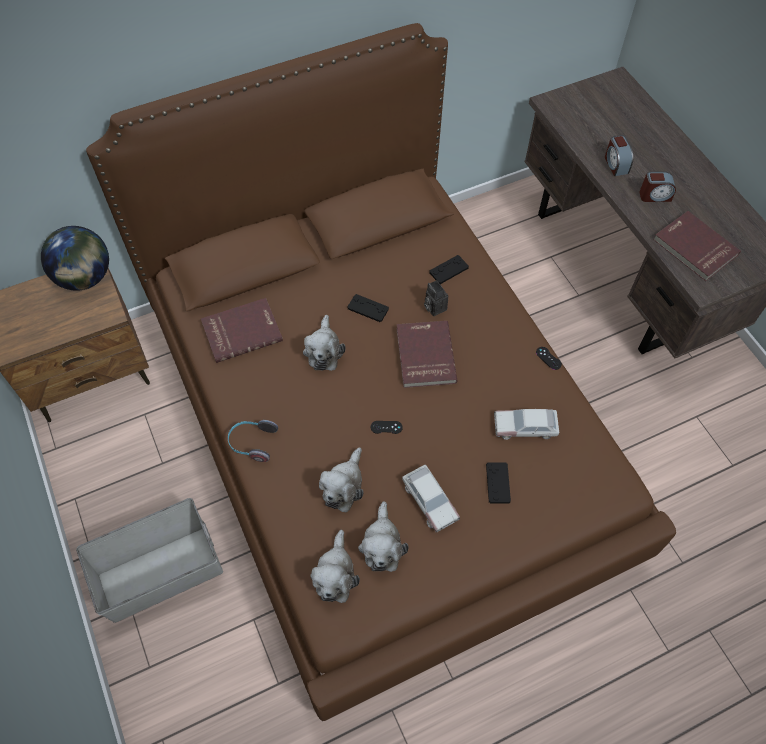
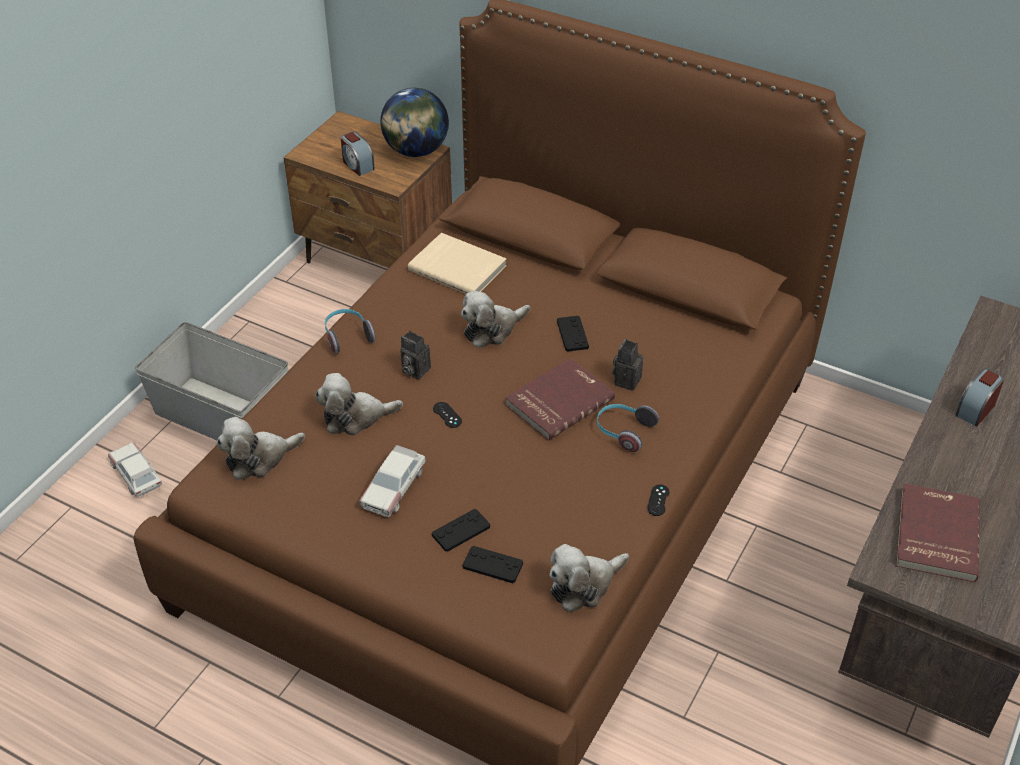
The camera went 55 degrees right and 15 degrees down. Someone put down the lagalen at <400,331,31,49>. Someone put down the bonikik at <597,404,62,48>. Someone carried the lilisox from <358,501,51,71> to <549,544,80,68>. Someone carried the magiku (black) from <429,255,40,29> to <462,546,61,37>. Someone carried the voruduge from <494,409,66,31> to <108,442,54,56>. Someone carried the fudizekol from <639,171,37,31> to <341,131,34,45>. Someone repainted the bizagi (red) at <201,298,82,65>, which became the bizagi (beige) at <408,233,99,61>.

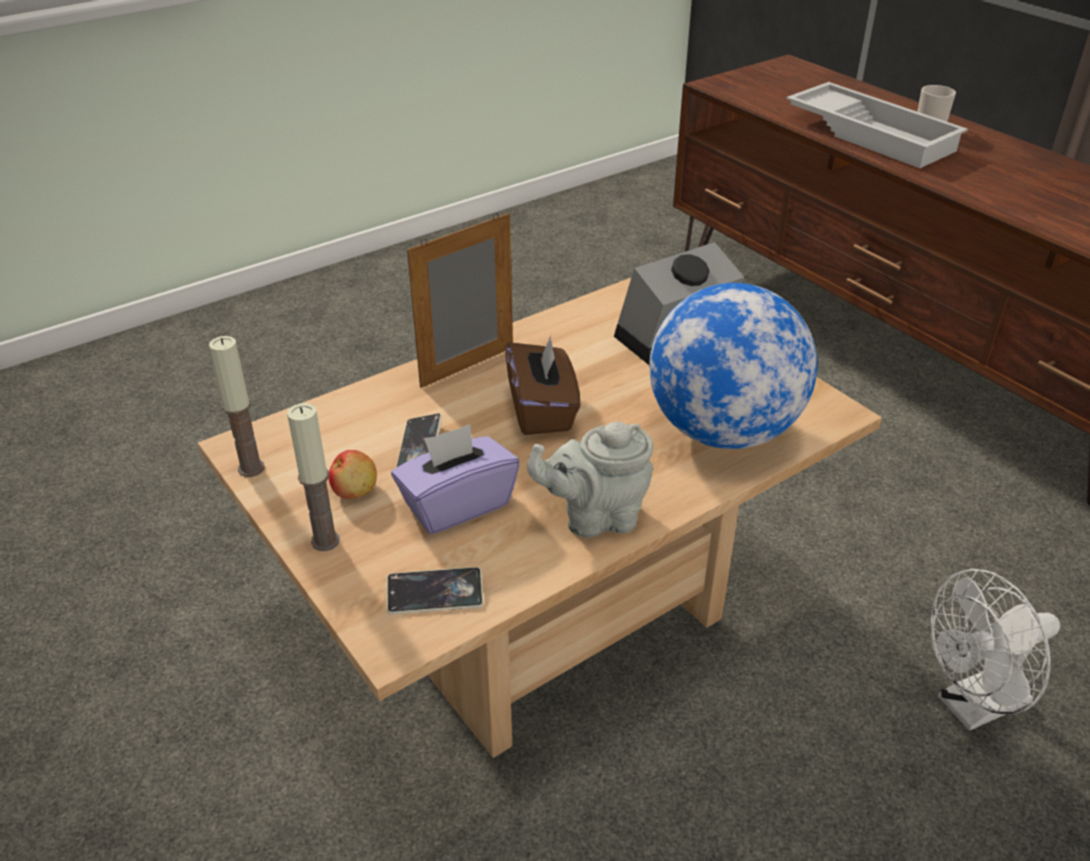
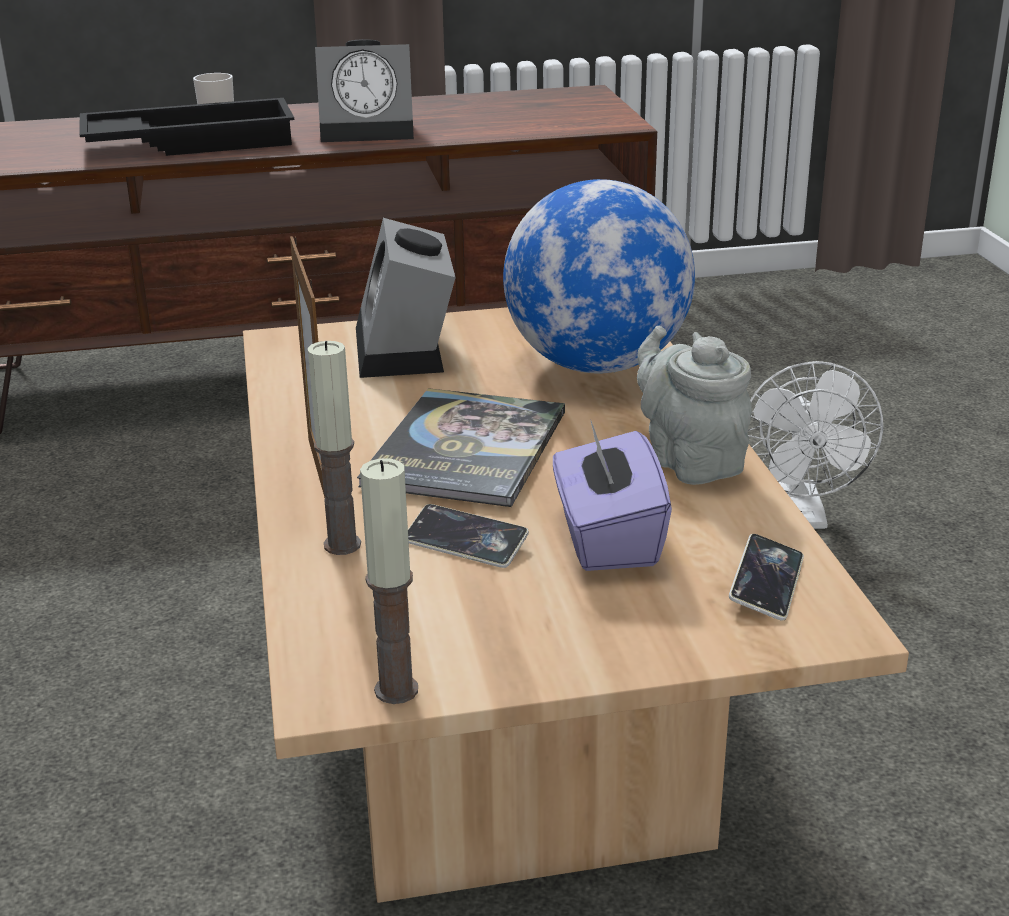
The camera went 65 degrees left and 10 degrees down. Someone took away the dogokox at <329,450,48,49>. Someone put down the fudizekol at <315,39,99,103>. Someone carried the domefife from <287,403,53,148> to <308,341,53,214>. Someone swapped the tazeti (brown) at <505,335,75,100> for the bizagi at <357,388,208,119>. Someone repainted the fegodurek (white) at <786,82,182,86>, which became the fegodurek (black) at <80,98,214,58>. Someone rotated the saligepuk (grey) at <527,422,126,116> by 135 degrees clockwise.

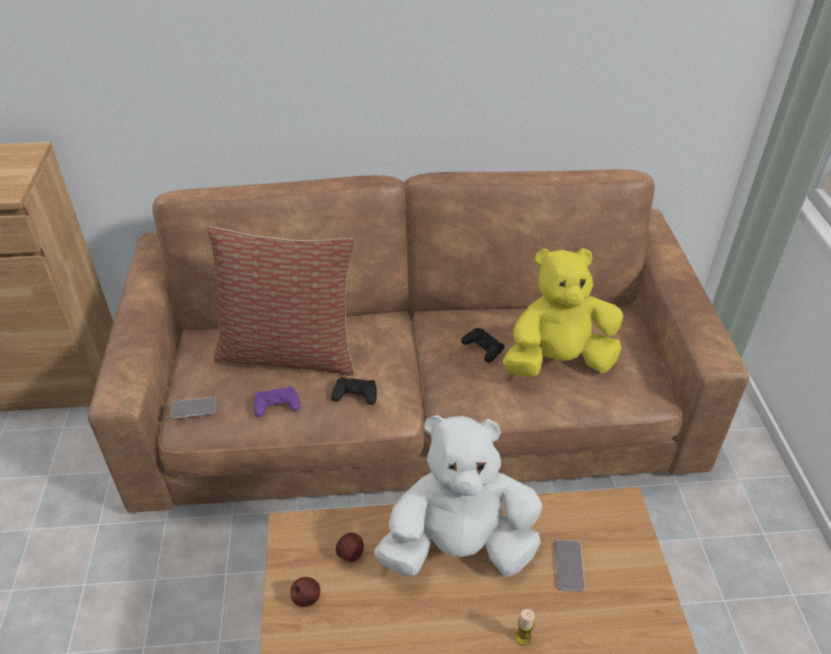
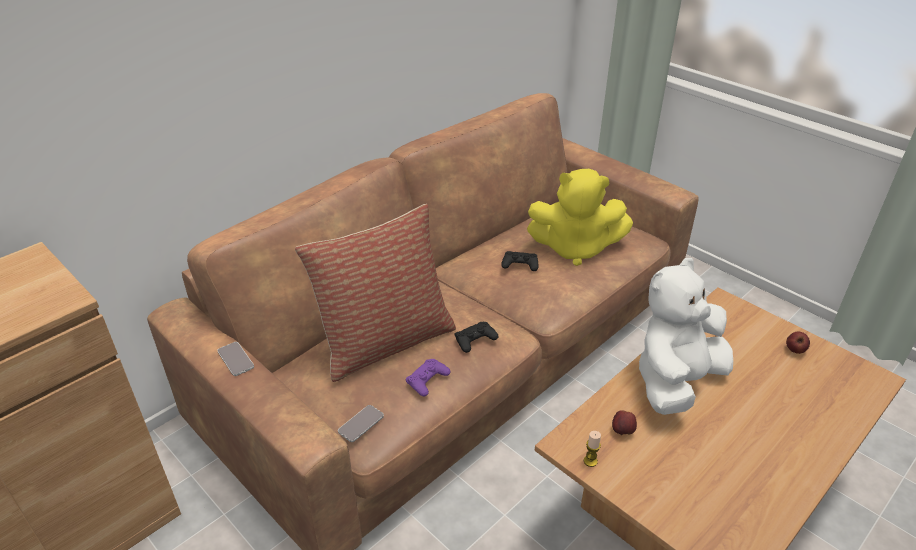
The camera went 40 degrees left and 5 degrees down. Someone carried the dogokox from <291,577,29,30> to <786,332,24,22>. Someone carried the domefife from <515,609,20,37> to <584,431,17,36>. Someone carried the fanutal from <554,540,31,52> to <217,342,37,34>. Someone rotated the lilisox (yellow) at <503,248,120,130> by 120 degrees counterclockwise.

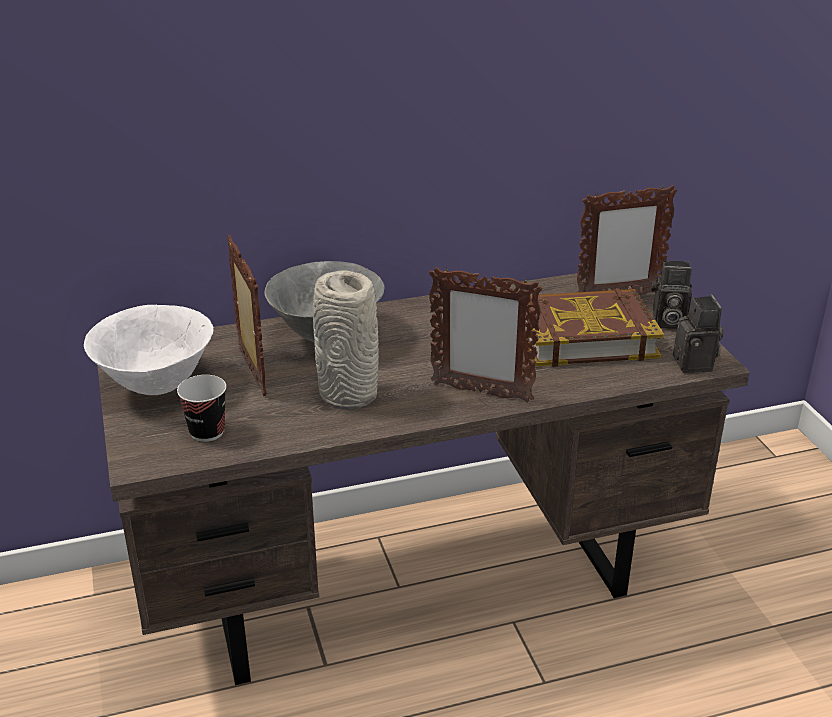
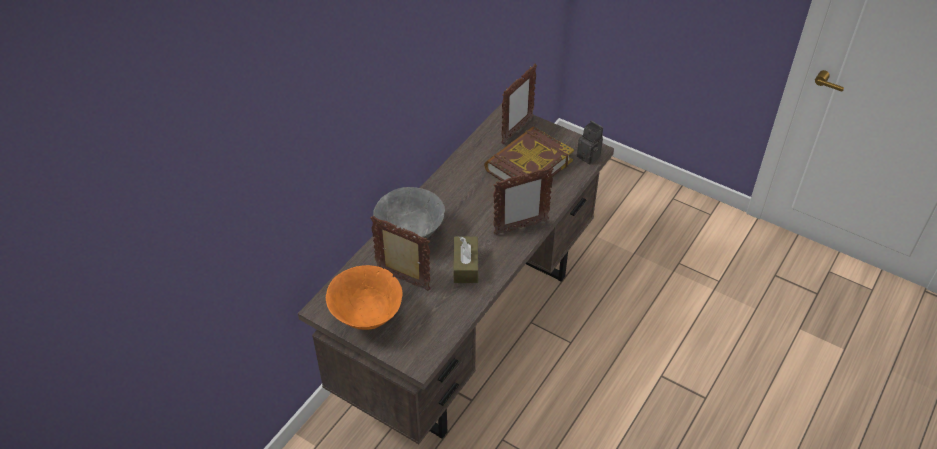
The camera went 40 degrees left and 15 degrees up. Someone took away the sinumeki at <177,375,50,67>. Someone took away the lagalen at <651,261,41,68>. Someone swapped the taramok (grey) at <313,270,66,140> for the tazeti (brown) at <453,236,25,47>. Someone repainted the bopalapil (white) at <84,305,129,90>, which became the bopalapil (orange) at <326,265,77,65>.

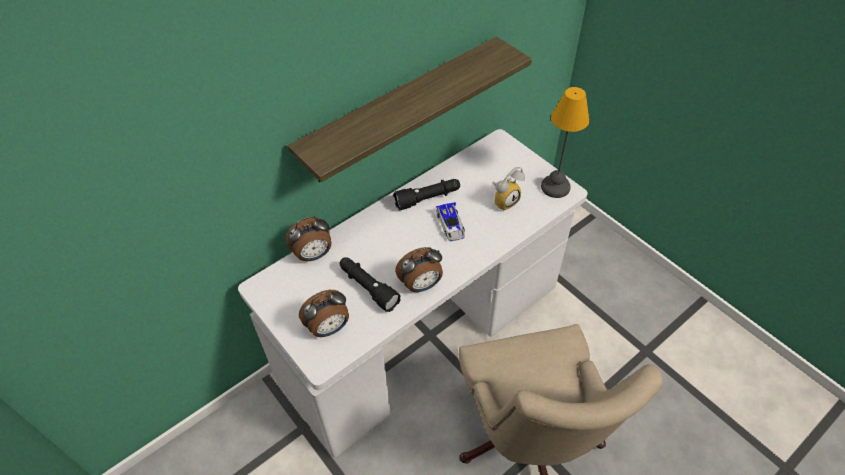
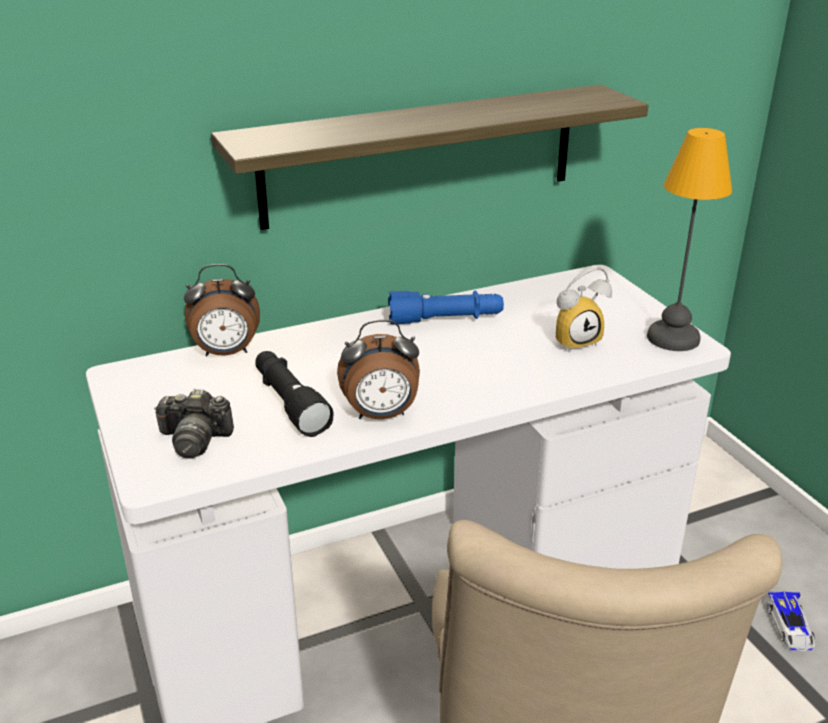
The camera went 15 degrees right and 20 degrees down. Someone carried the voruduge from <436,202,29,39> to <766,592,49,59>. Someone swapped the fudizekol at <299,290,50,47> for the lagalen at <154,389,80,69>. Someone repainted the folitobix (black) at <393,179,67,32>, which became the folitobix (blue) at <388,290,116,34>.

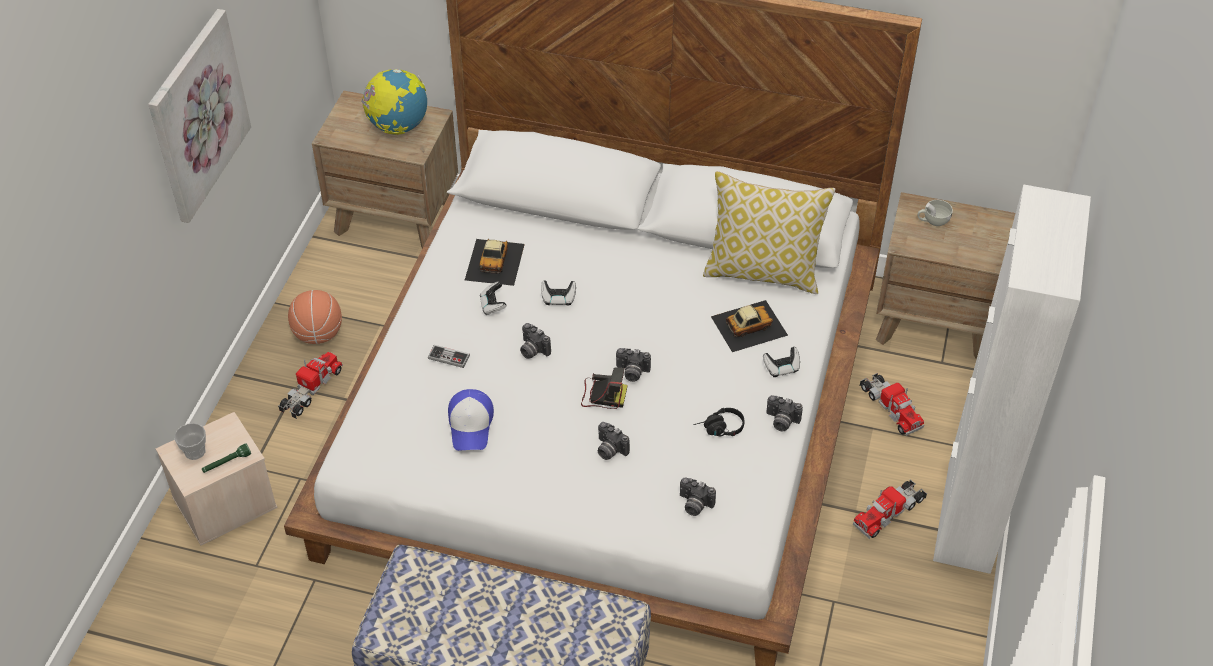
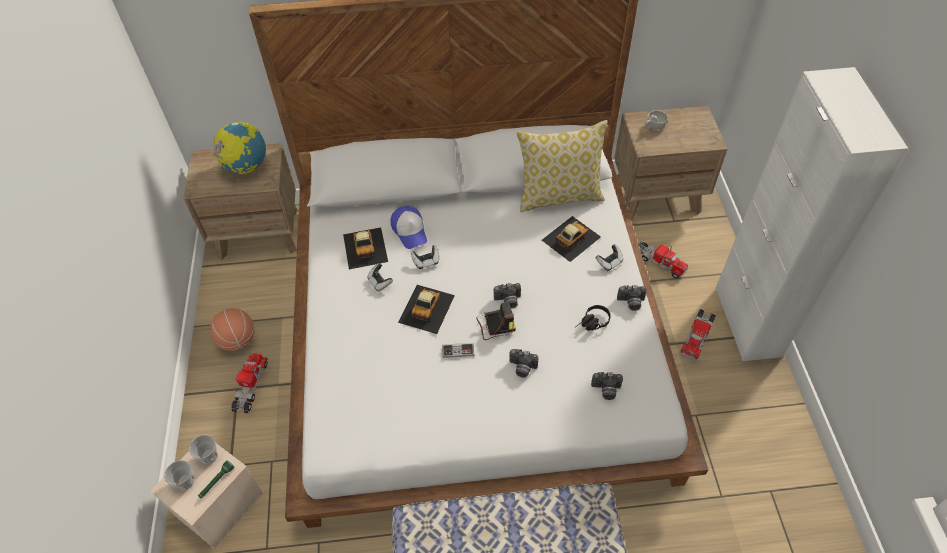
The camera went 20 degrees left and 5 degrees up. Someone took away the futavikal at <148,9,103,214>. Someone put down the sinumeki at <189,435,29,29>. Someone carried the magiku from <428,345,42,23> to <442,343,33,15>. Someone carried the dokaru from <448,389,46,62> to <390,206,37,43>. Someone swapped the lagalen at <520,323,31,36> for the voruduge at <398,285,57,49>.

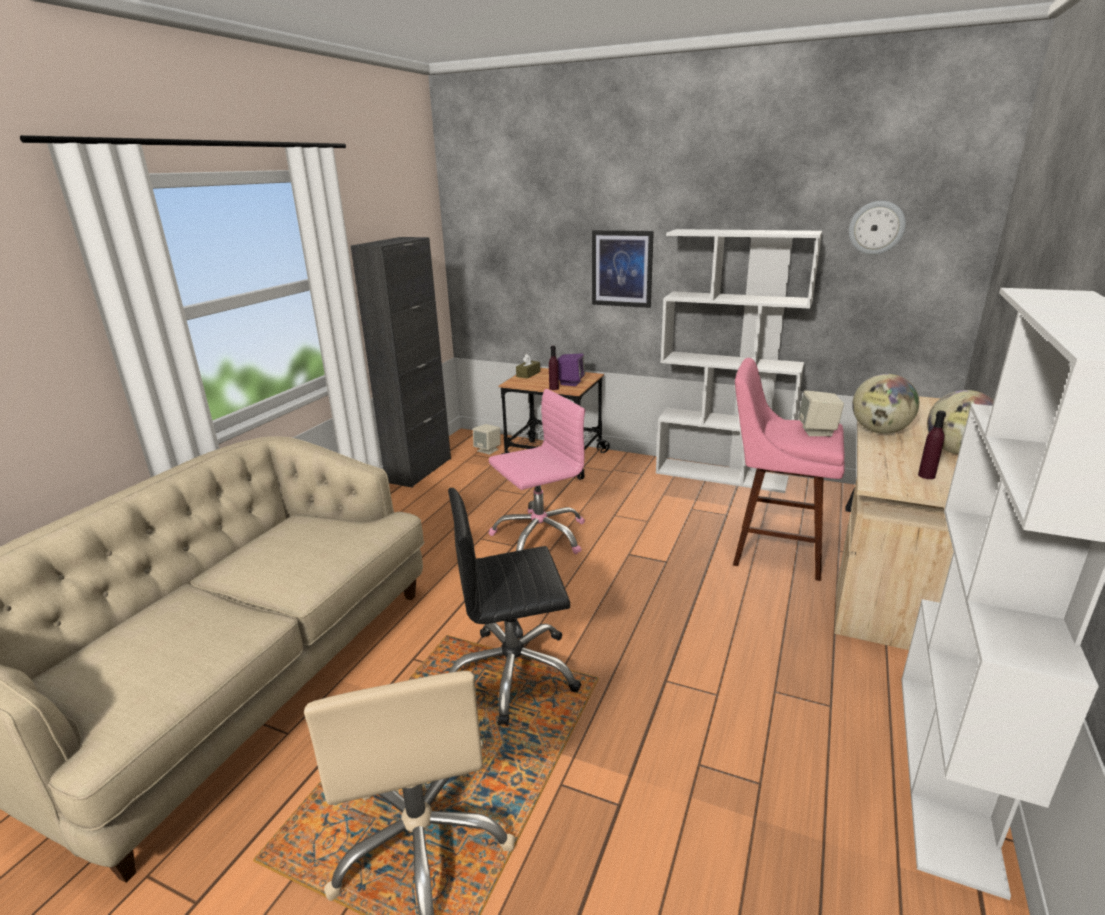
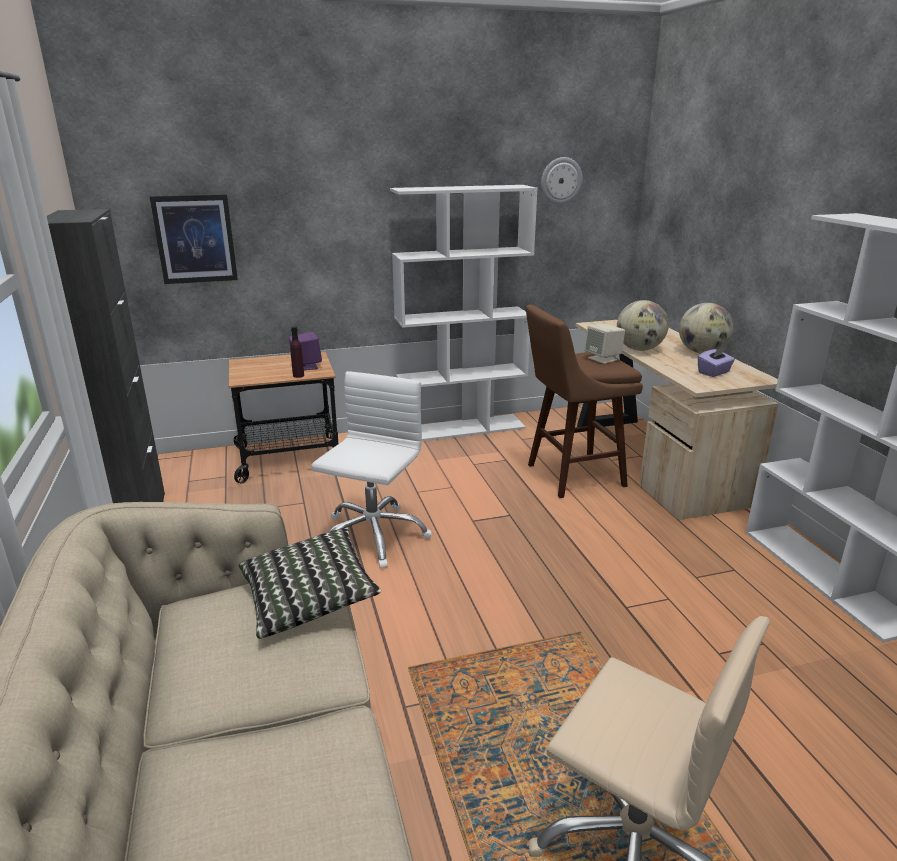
The camera went 40 degrees left and 0 degrees up. Someone took away the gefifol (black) at <448,488,133,238>. Someone took away the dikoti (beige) at <473,424,27,31>. Someone took away the tazeti (brown) at <516,354,24,25>. Someone put down the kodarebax at <239,527,142,112>. Someone carried the futavikal from <592,230,62,78> to <150,194,88,90>. Someone swapped the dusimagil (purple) at <918,411,28,68> for the tazeti (purple) at <698,347,37,30>. Someone repainted the gefifol (pink) at <488,389,97,165>, which became the gefifol (white) at <311,371,121,198>. Someone repainted the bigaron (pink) at <733,358,112,223>, which became the bigaron (brown) at <526,305,117,193>.

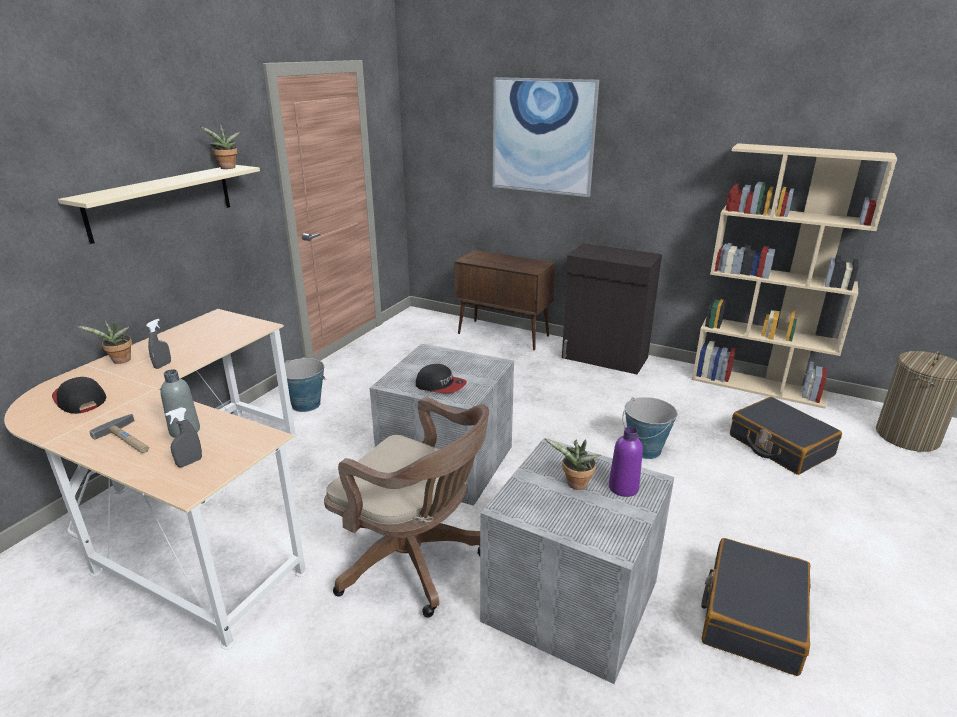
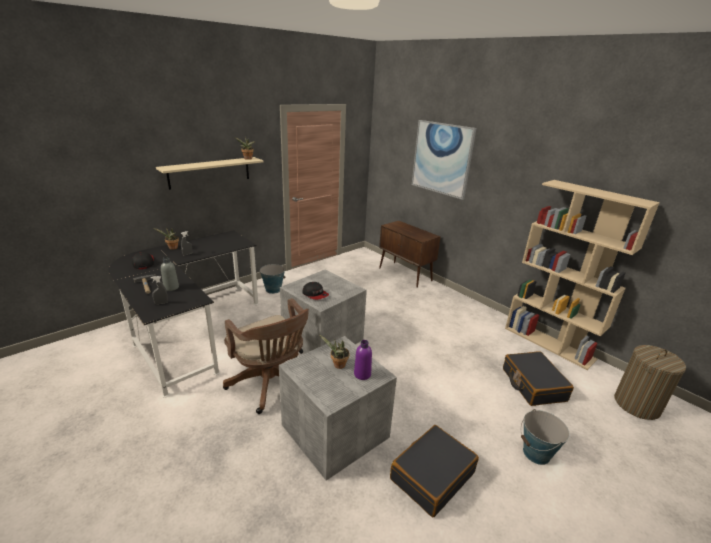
The camera went 20 degrees right and 0 degrees up. Someone took away the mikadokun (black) at <562,243,100,131>. Someone carried the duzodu from <622,397,56,62> to <521,409,49,56>. Someone repainted the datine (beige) at <4,309,304,341>, which became the datine (black) at <108,230,151,167>.

